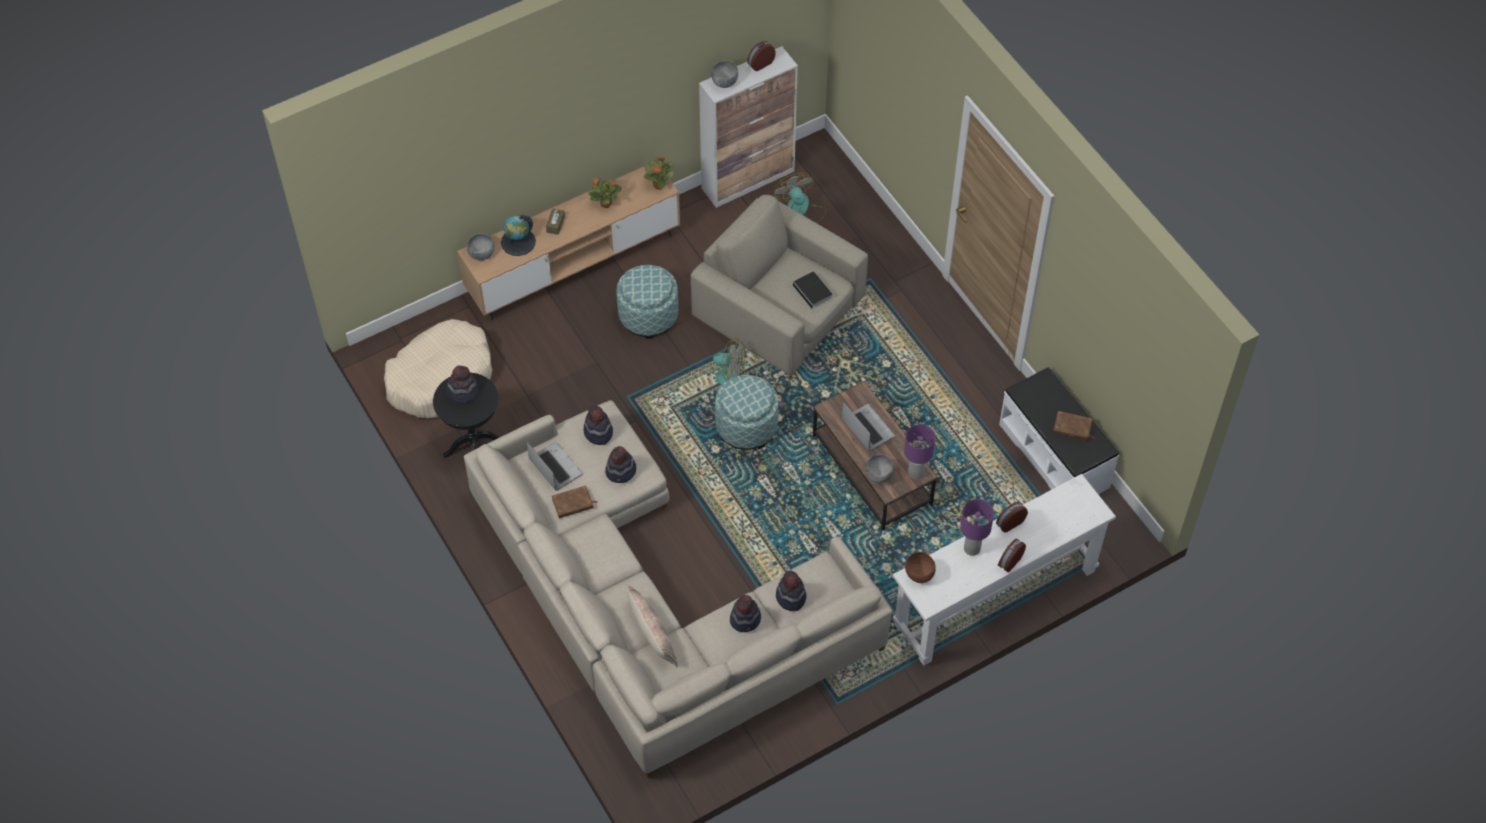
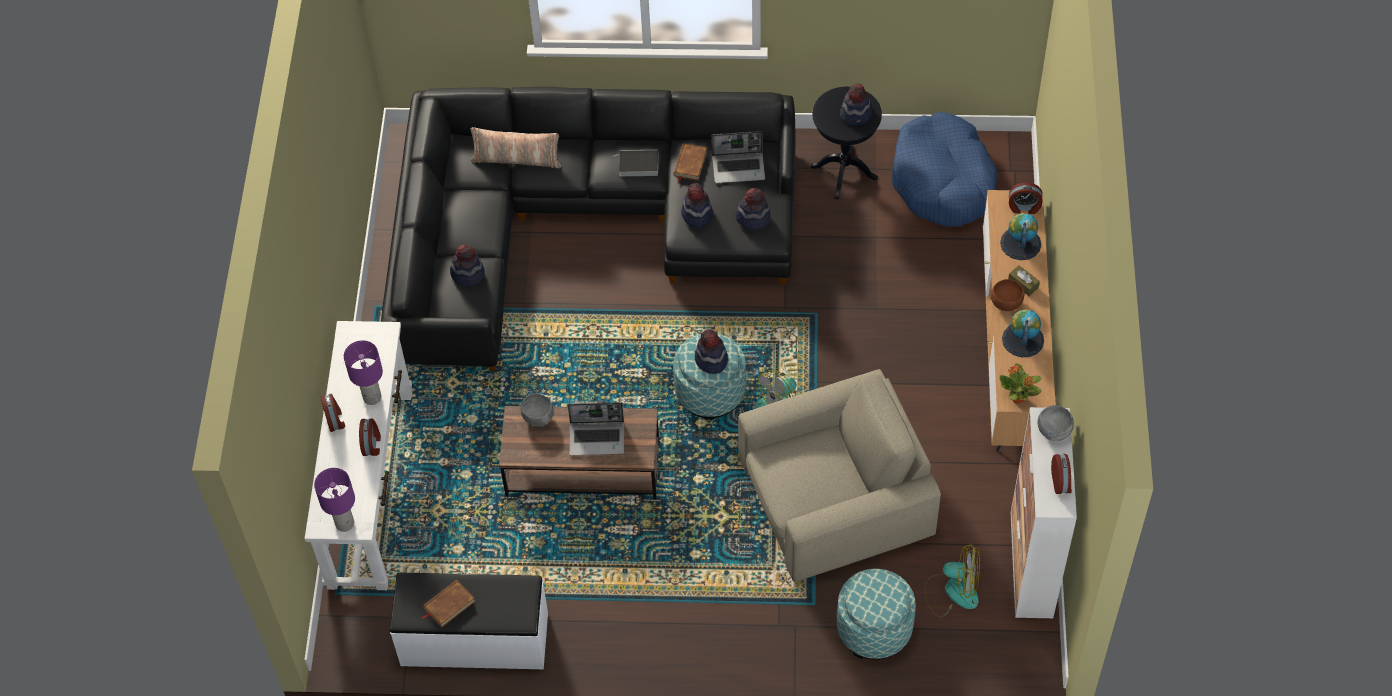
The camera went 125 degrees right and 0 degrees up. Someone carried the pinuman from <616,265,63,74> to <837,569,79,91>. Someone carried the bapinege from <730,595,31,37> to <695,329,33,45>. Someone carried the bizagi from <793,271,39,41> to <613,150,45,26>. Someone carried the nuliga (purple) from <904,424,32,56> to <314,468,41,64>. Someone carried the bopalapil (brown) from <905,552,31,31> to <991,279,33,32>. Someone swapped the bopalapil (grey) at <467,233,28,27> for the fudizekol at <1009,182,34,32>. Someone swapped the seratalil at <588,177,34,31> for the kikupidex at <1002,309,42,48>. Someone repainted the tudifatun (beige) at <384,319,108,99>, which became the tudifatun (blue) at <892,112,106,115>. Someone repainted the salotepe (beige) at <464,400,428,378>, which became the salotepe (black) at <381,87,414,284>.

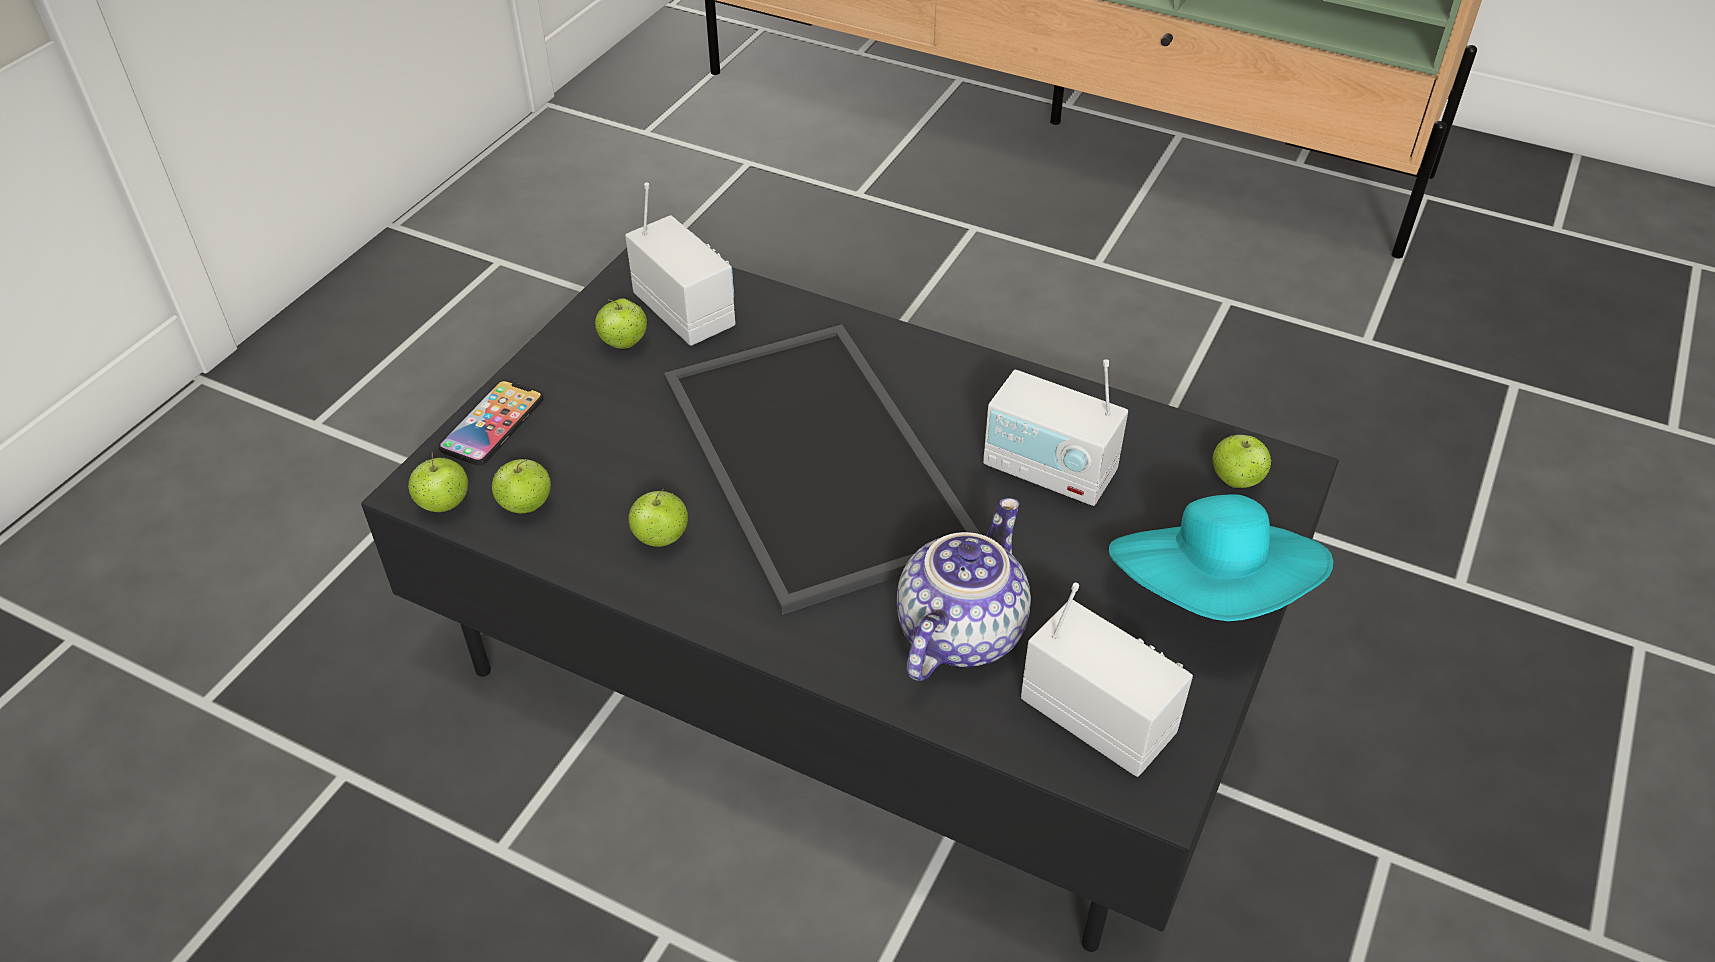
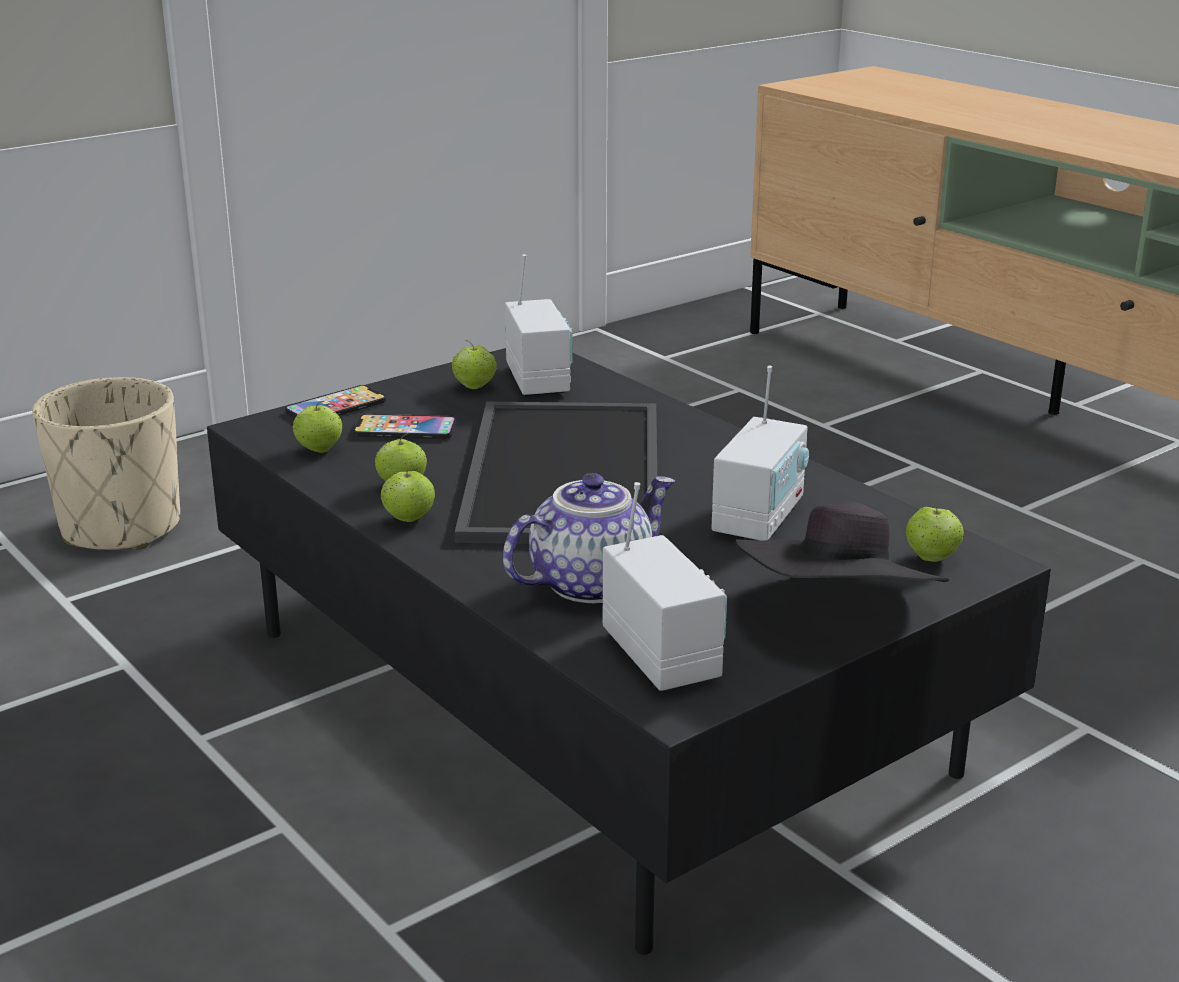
The camera went 25 degrees right and 20 degrees down. Someone put down the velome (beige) at <32,377,148,173>. Someone put down the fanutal at <353,414,104,25>. Someone carried the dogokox from <408,452,60,60> to <380,462,55,60>. Someone repainted the bapinege (turquoise) at <1109,494,224,127>, which became the bapinege (black) at <735,501,214,81>. Someone rotated the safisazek at <983,359,145,147> by 120 degrees counterclockwise.

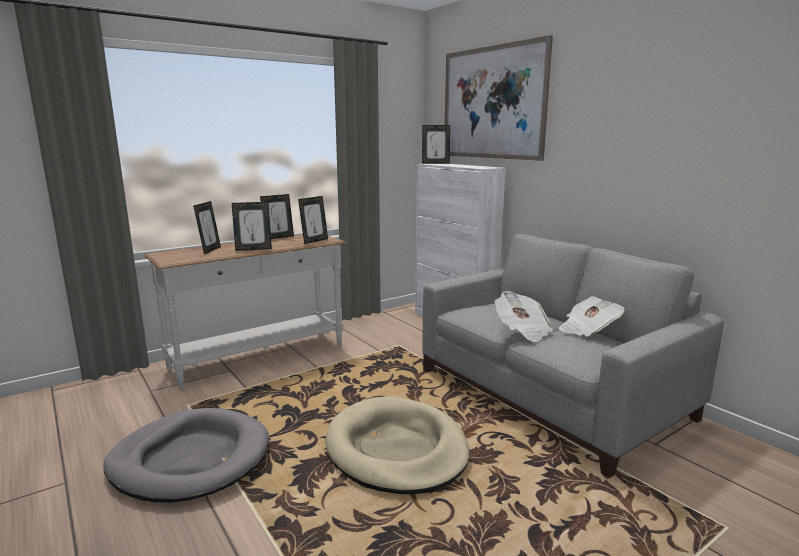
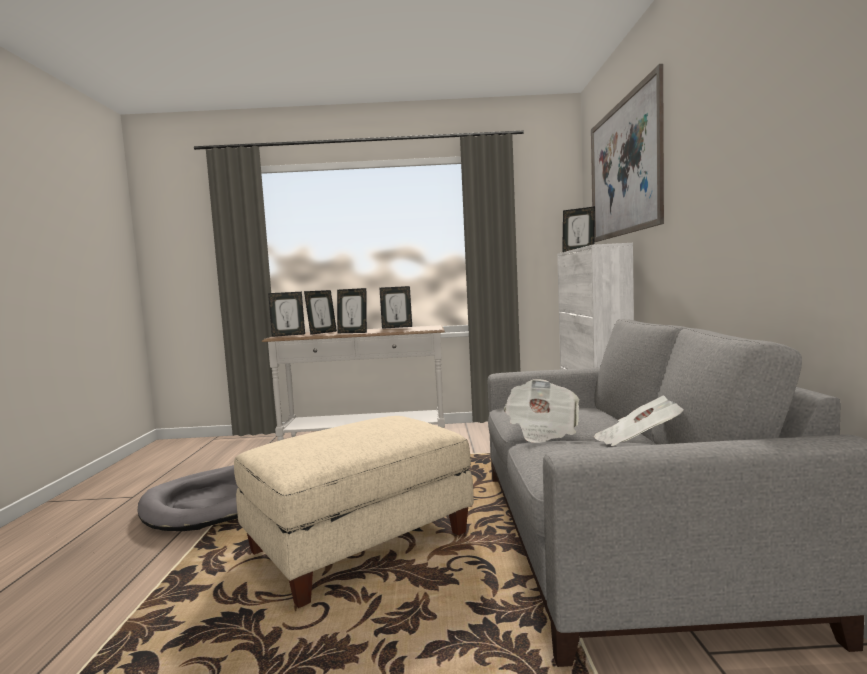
The camera went 35 degrees right and 10 degrees down. Someone carried the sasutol from <298,196,30,48> to <268,292,37,45>. Someone swapped the tudifatun (beige) at <325,396,145,98> for the pinuman (beige) at <234,416,240,192>.

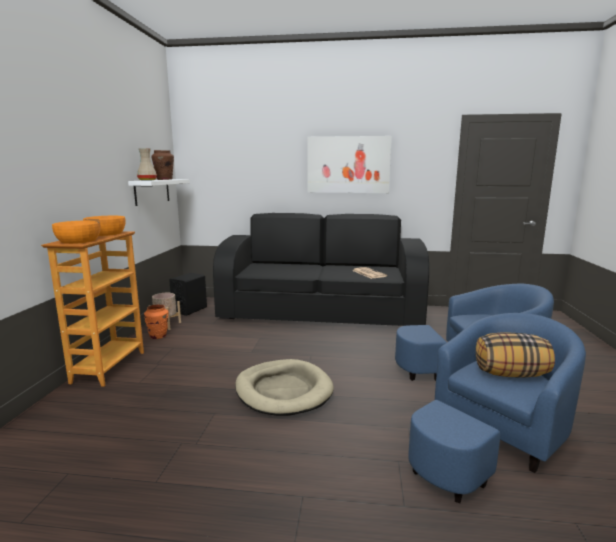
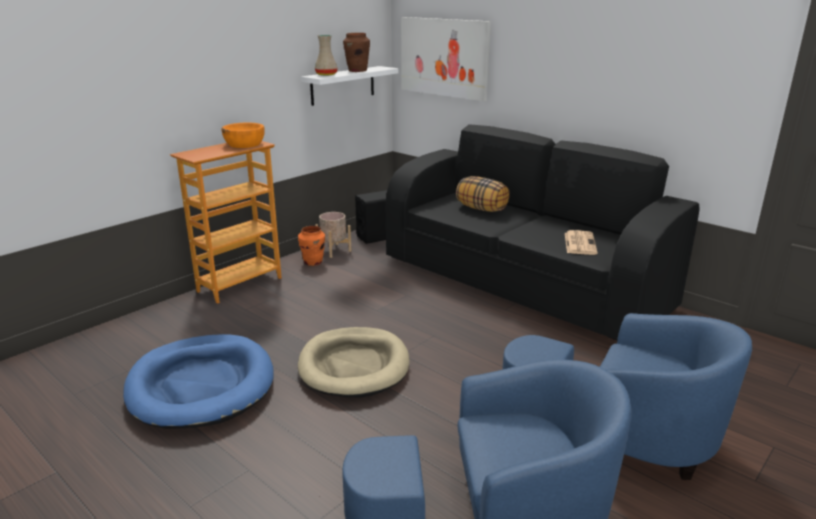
The camera went 35 degrees right and 10 degrees up. Someone took away the bopalapil (orange) at <52,220,49,24>. Someone put down the tudifatun (blue) at <123,334,151,95>. Someone carried the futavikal from <308,136,83,57> to <401,17,90,84>. Someone carried the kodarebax from <475,333,80,45> to <456,176,54,36>.

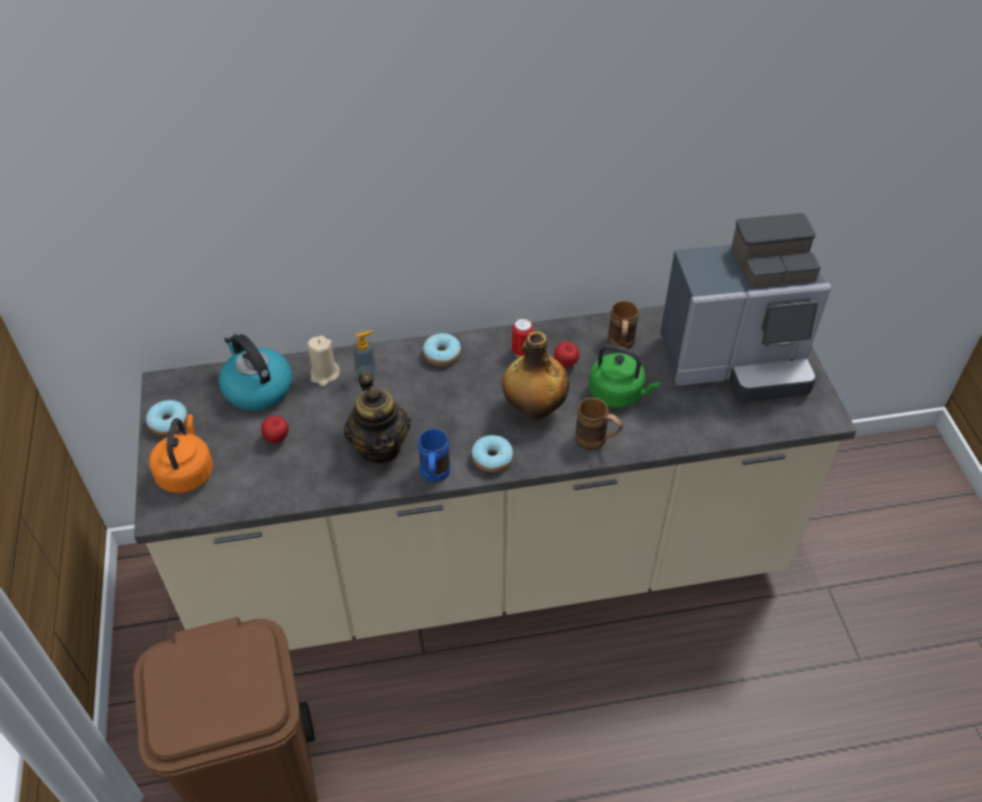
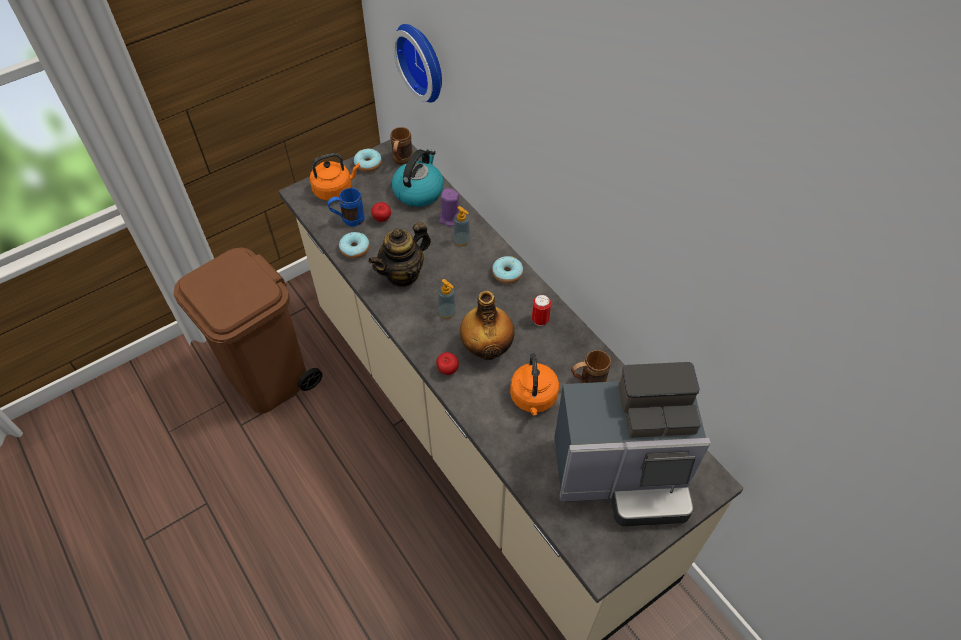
The camera went 65 degrees right and 5 degrees up. Someone put up the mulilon at <392,24,50,79>. Someone put down the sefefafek at <438,279,19,40>. Someone carried the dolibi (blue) from <418,428,32,54> to <327,188,38,39>. Someone carried the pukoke from <471,435,42,37> to <339,232,31,27>. Someone carried the dogokox from <554,341,26,26> to <436,352,23,23>. Someone carried the dolibi (brown) from <575,398,48,52> to <390,127,23,38>. Someone repainted the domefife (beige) at <307,335,33,52>, which became the domefife (purple) at <439,188,20,38>. Someone repainted the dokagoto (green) at <589,344,71,64>, which became the dokagoto (orange) at <510,353,49,62>. Someone rotated the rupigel at <660,213,171,189> by 60 degrees counterclockwise.

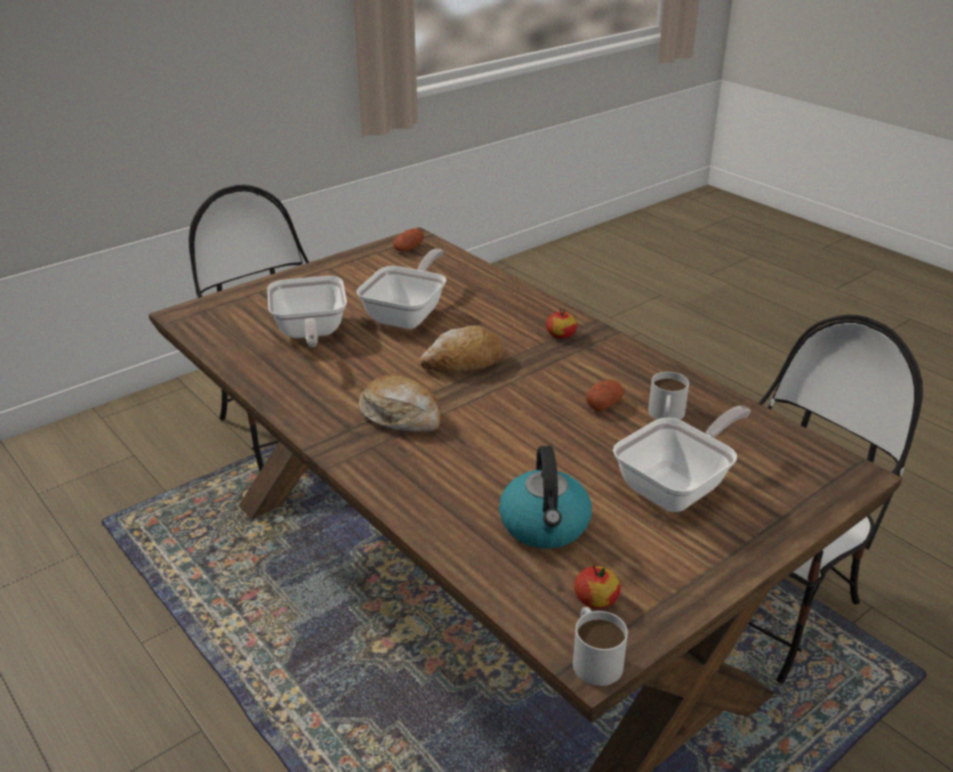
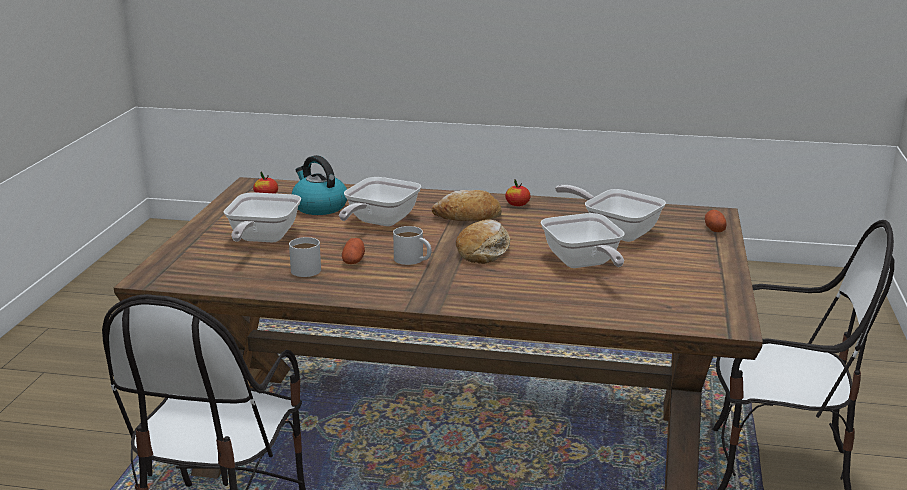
The camera went 140 degrees right and 10 degrees down. Someone put down the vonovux at <339,177,82,49>. Someone carried the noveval from <393,228,31,23> to <705,210,22,22>. Someone carried the dogokox from <546,308,31,31> to <505,179,26,27>. Someone carried the dolibi (white) from <573,607,55,79> to <393,226,38,39>.

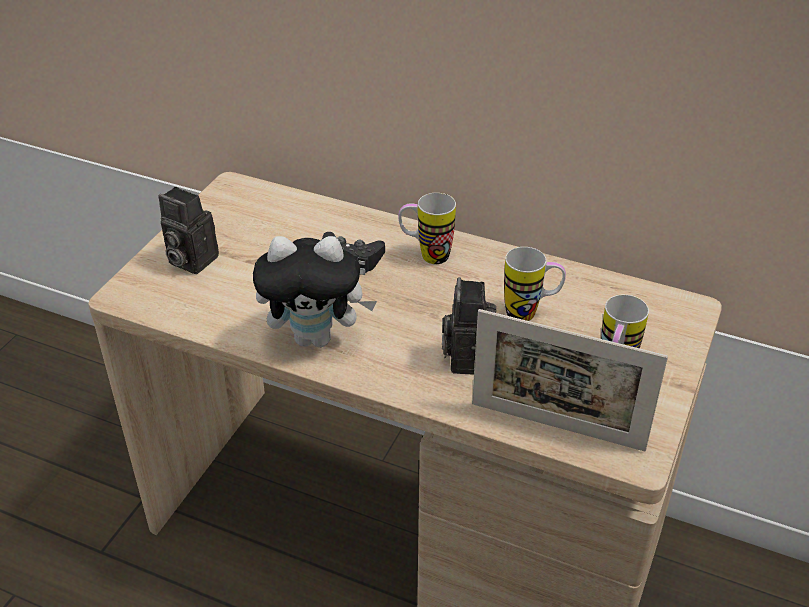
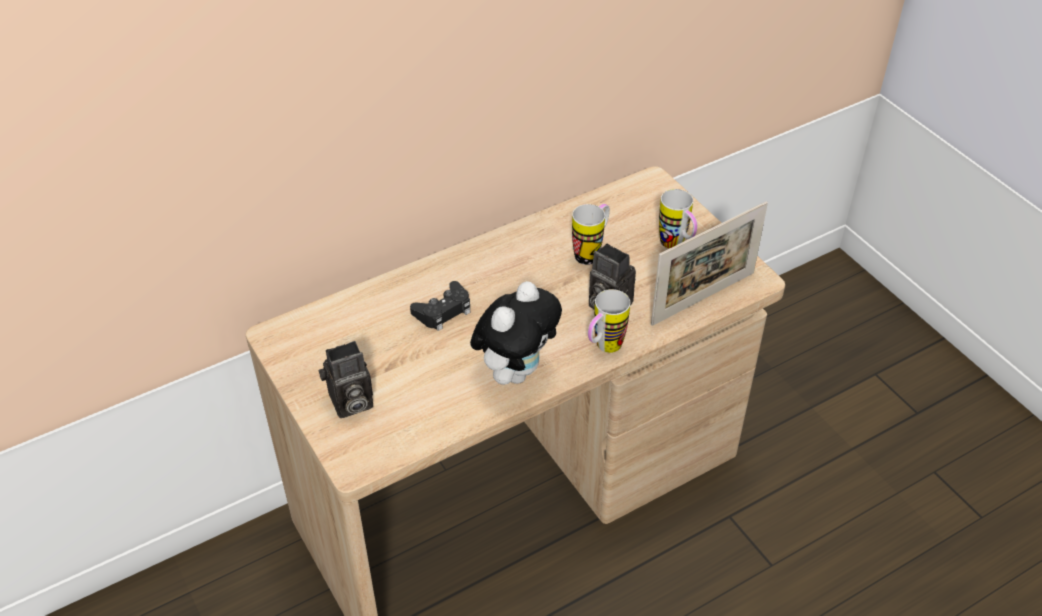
The camera went 55 degrees left and 5 degrees up. Someone carried the dolibi from <398,193,58,71> to <588,289,42,64>.

